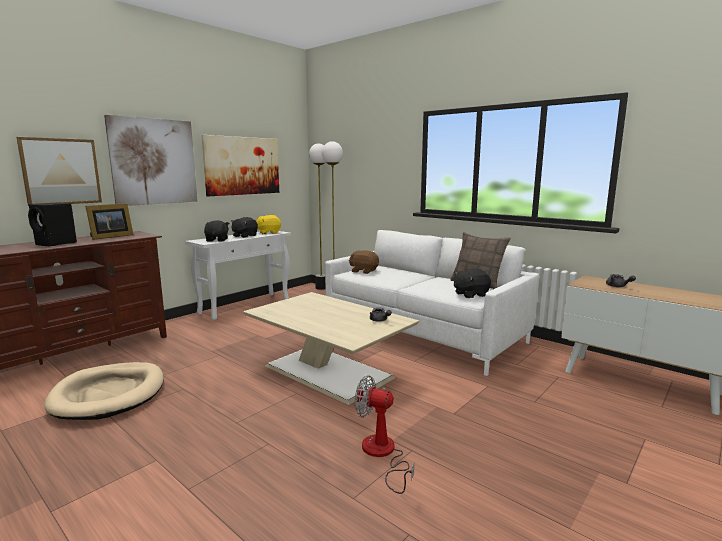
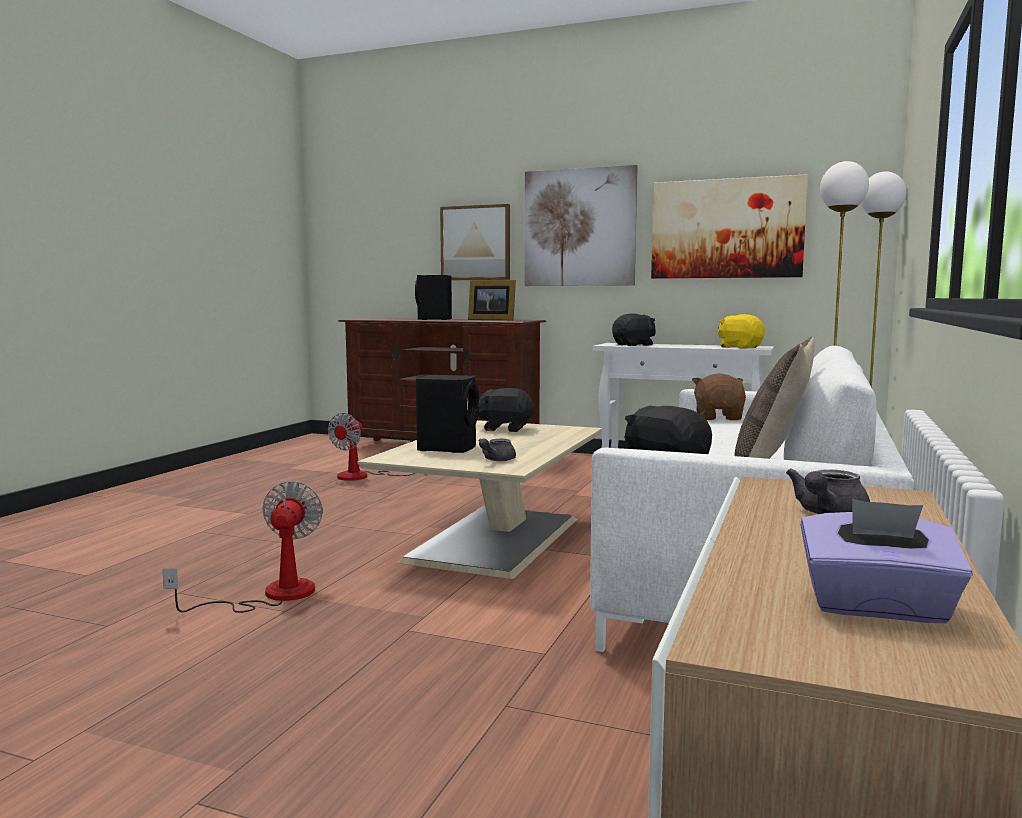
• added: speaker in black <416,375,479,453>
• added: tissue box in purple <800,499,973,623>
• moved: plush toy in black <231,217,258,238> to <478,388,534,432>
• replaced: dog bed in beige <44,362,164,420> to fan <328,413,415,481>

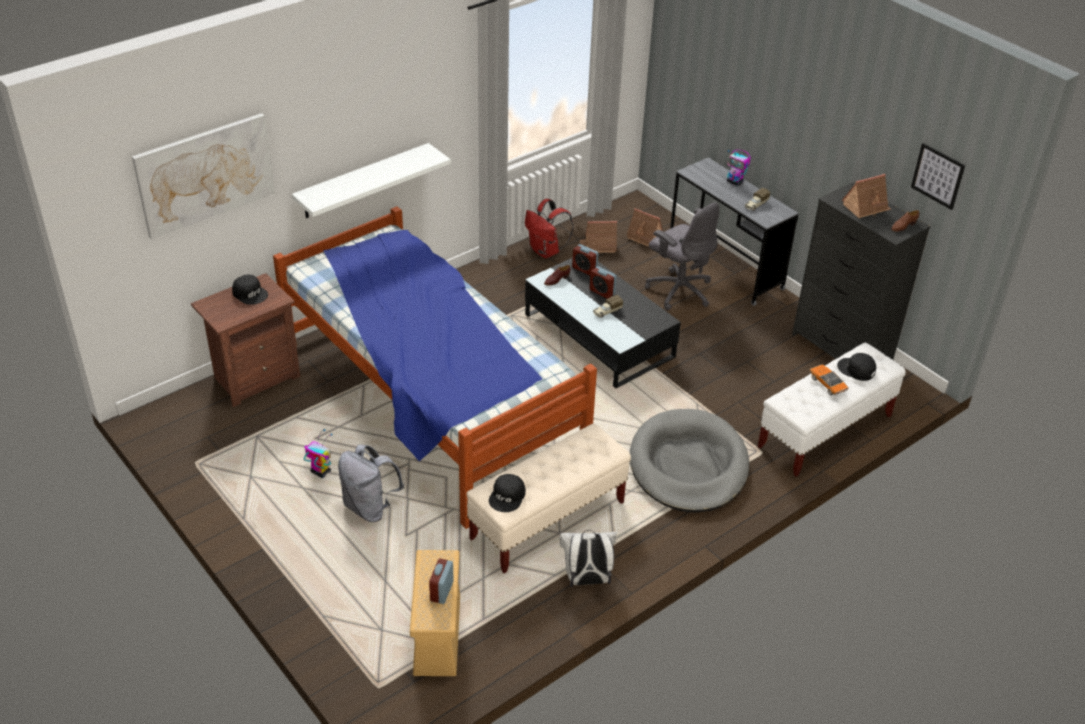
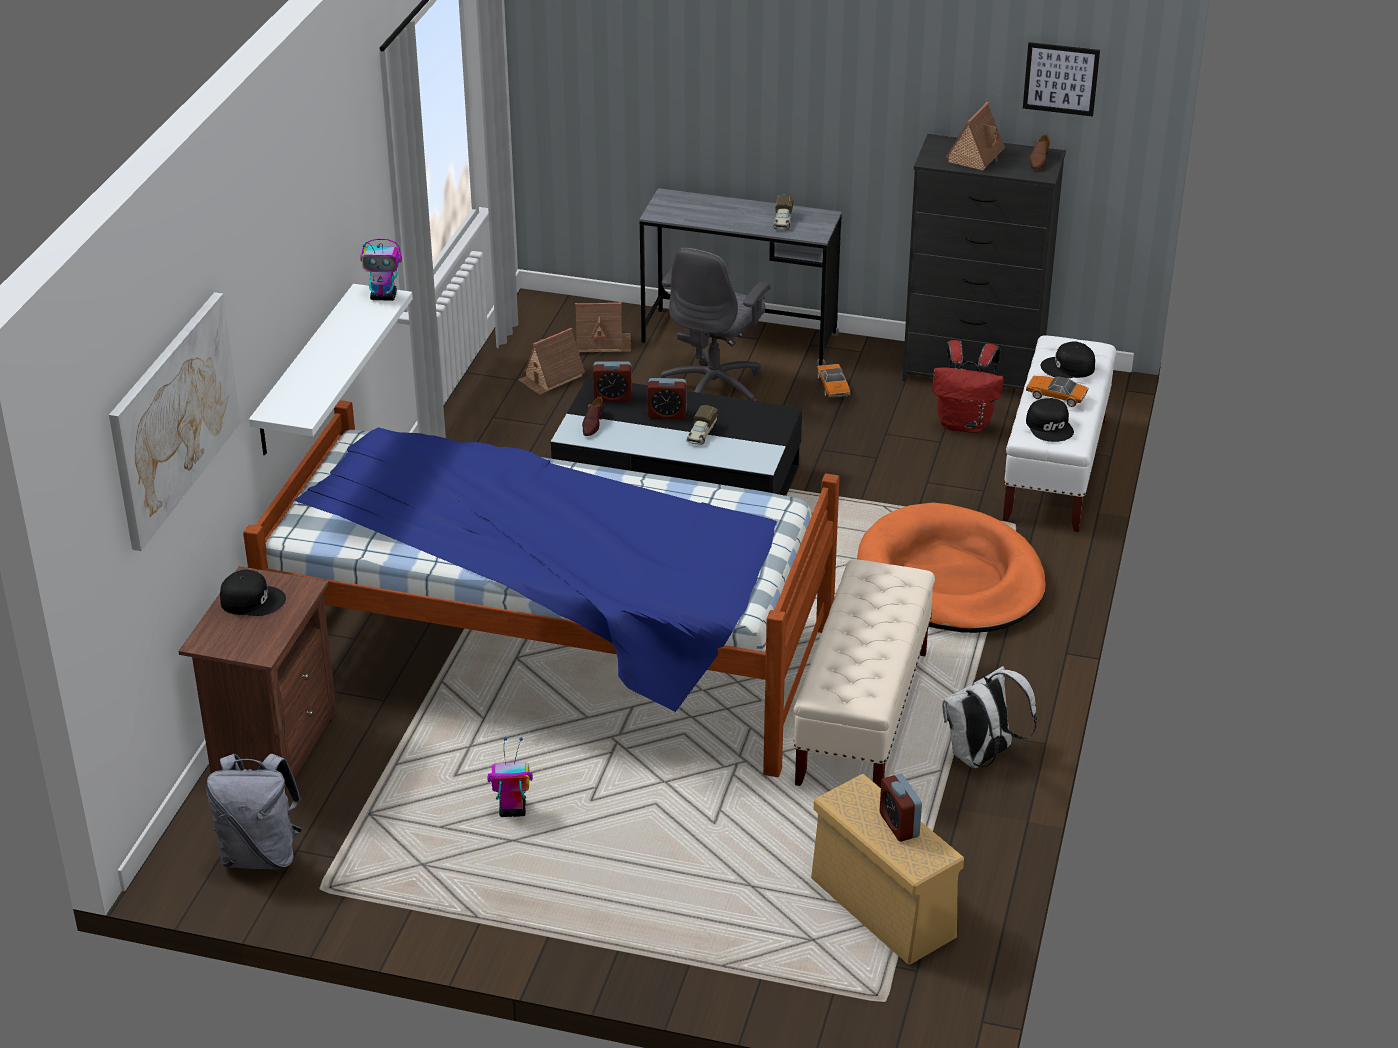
• added: toy car <817,364,850,398>
• moved: backpack in grey <338,444,404,522> to <206,754,302,869>
• moved: cap in black <489,474,526,512> to <1026,398,1074,442>
• moved: backpack in red <525,199,573,258> to <932,340,1004,433>
• moved: toy robot <727,150,751,186> to <360,239,402,301>
• recoloured: dog bed in grey <630,409,749,513> to dog bed in orange <857,502,1046,633>
• turned: office chair in grey <645,202,719,311> = <661,248,771,401> 105 degrees clockwise

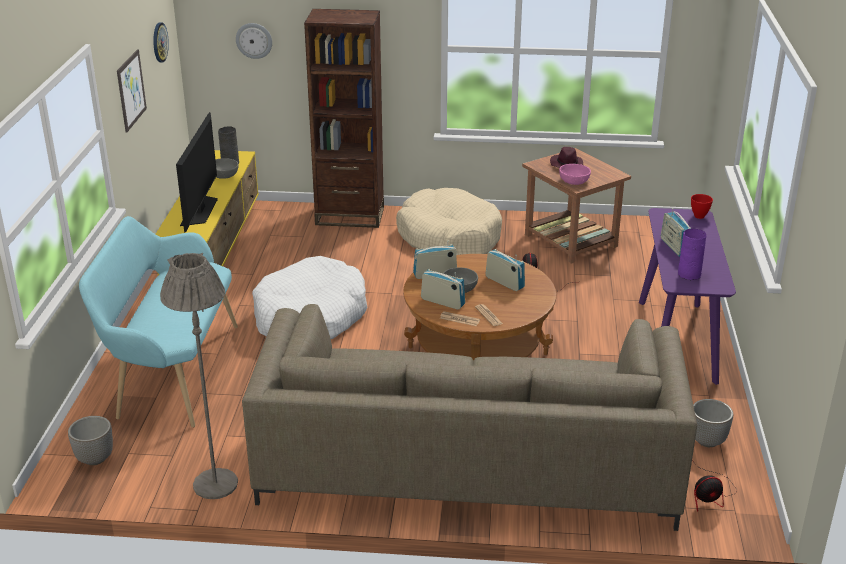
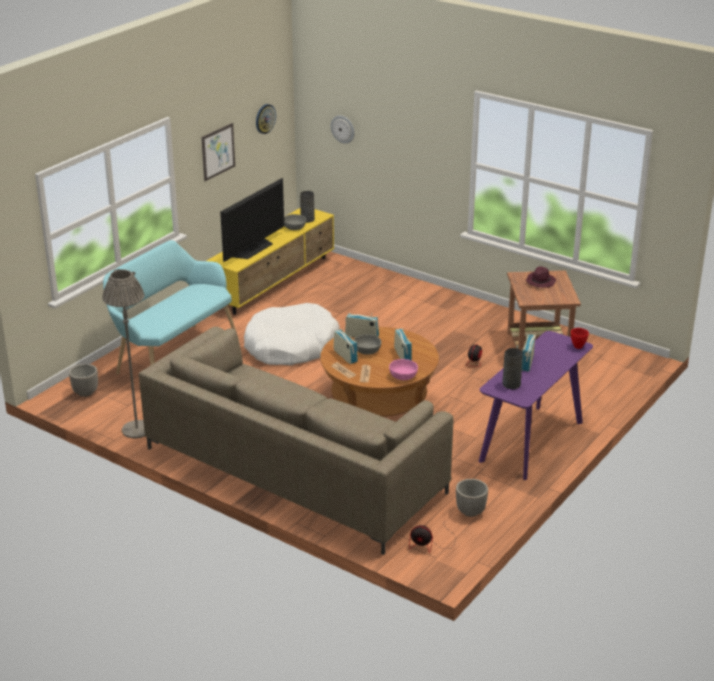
• removed: bookcase in brown <304,9,384,228>
• removed: dog bed in beige <396,188,502,255>
• moved: bowl in pink <559,164,591,185> to <389,359,418,380>
• recoloured: vase in purple <678,229,707,280> to vase in grey <502,348,523,390>

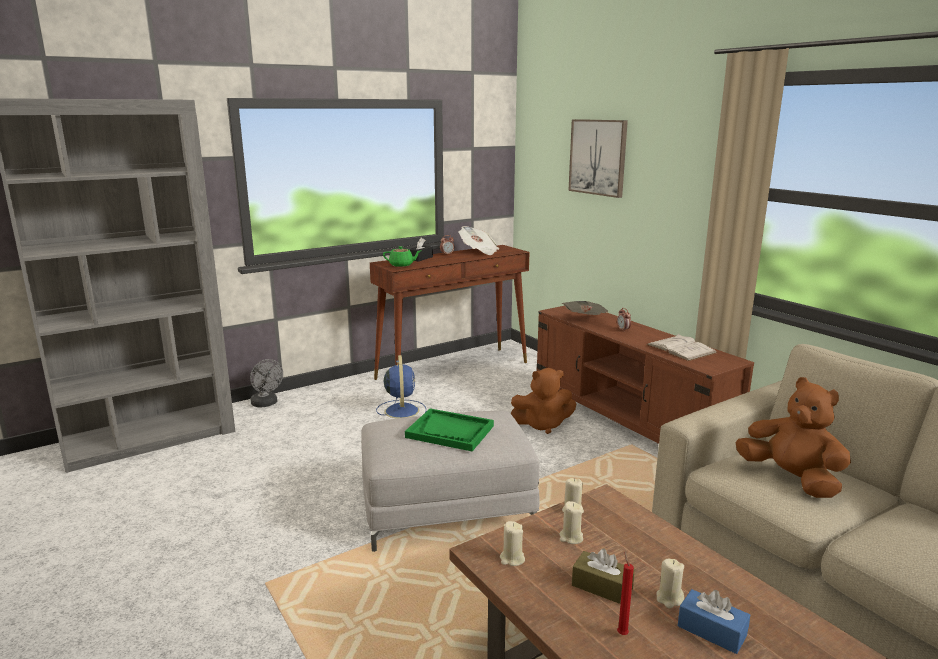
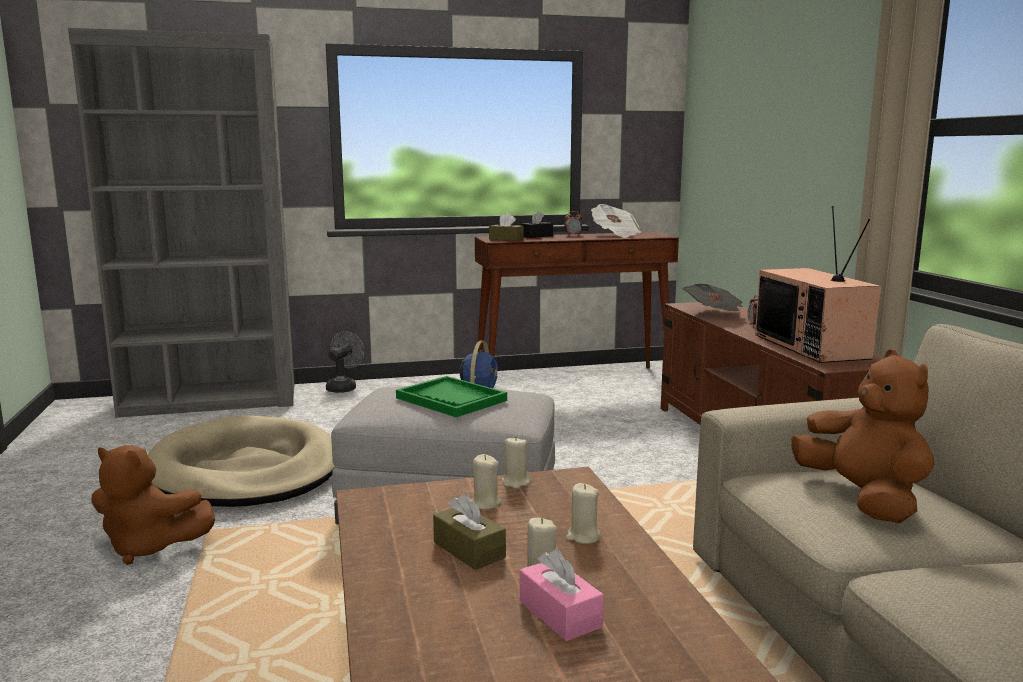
• removed: picture <568,119,628,198>
• removed: candle in red <617,553,634,635>
• added: dog bed in beige <148,416,335,507>
• moved: candle in beige <500,521,525,566> to <566,483,601,544>
• moved: plush toy in brown <511,368,576,434> to <91,445,215,565>
• replaced: teapot in green <383,246,421,267> to tissue box in brown <489,213,524,241>
• replaced: book in white <646,334,717,361> to television <755,206,881,363>
• recoloured: tissue box in blue <678,589,750,654> to tissue box in pink <520,549,604,641>
• turned: fan in grey <250,359,283,407> = <326,331,365,393> 135 degrees counterclockwise

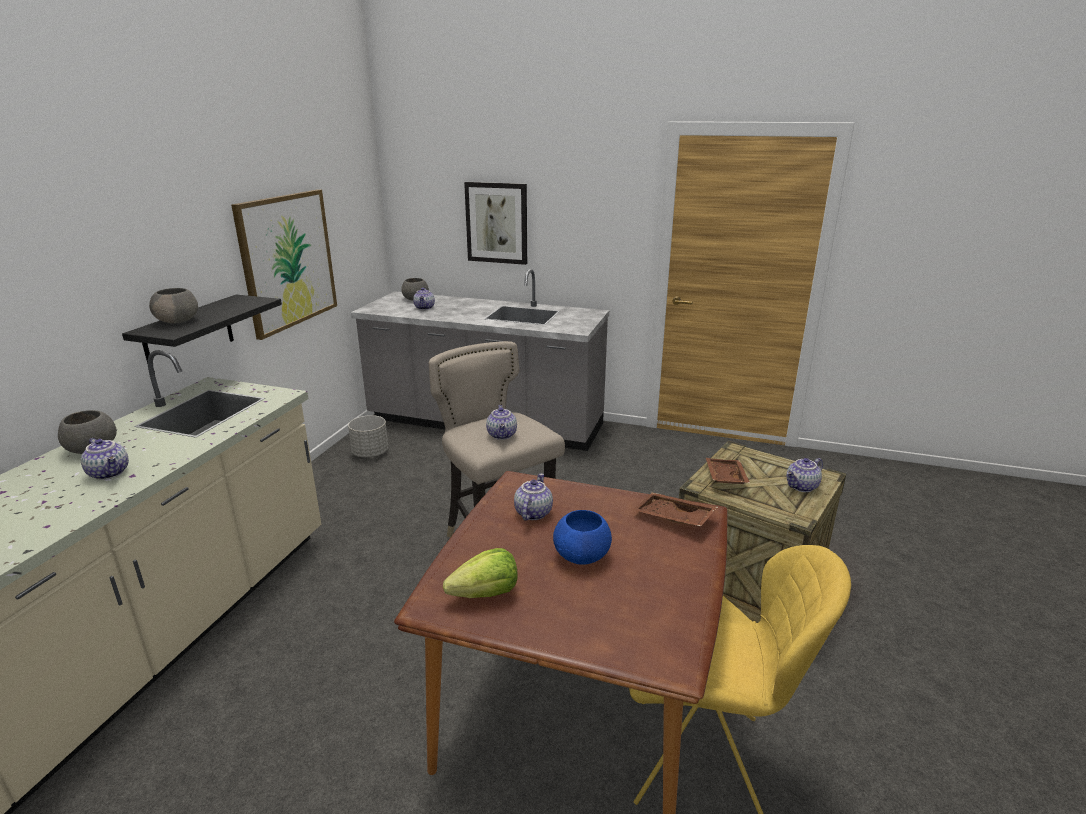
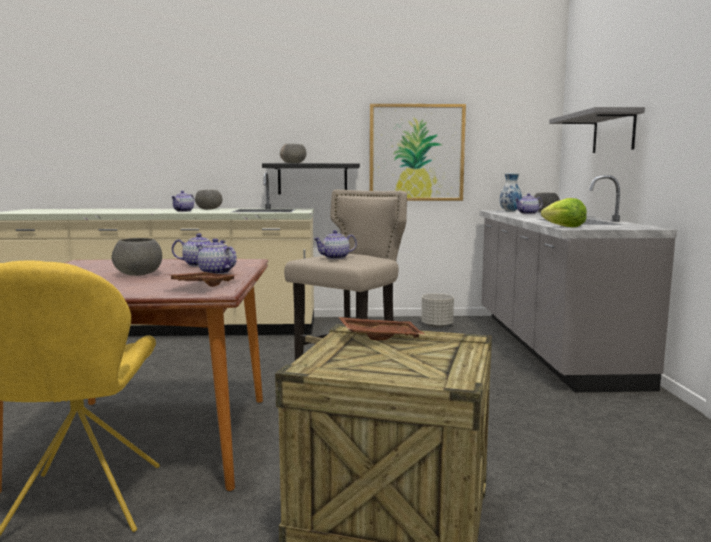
• added: vase <500,173,522,212>
• moved: lettuce <443,548,518,598> to <541,198,587,227>
• moved: teapot <787,458,823,492> to <197,238,237,274>
• replaced: picture <464,182,527,265> to shelf in grey <549,107,645,153>
• recoloured: bowl in blue <553,510,612,565> to bowl in grey <111,238,162,276>

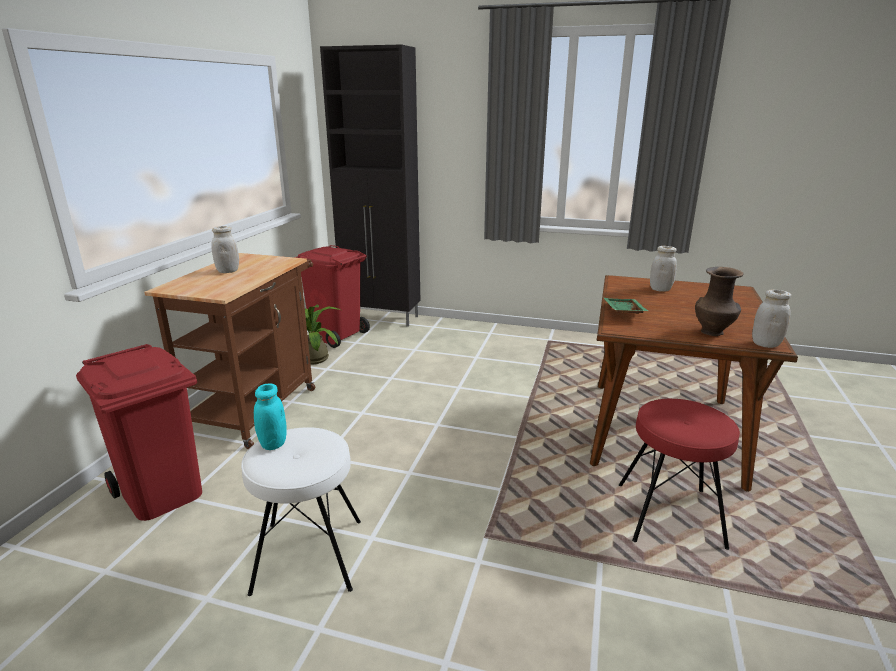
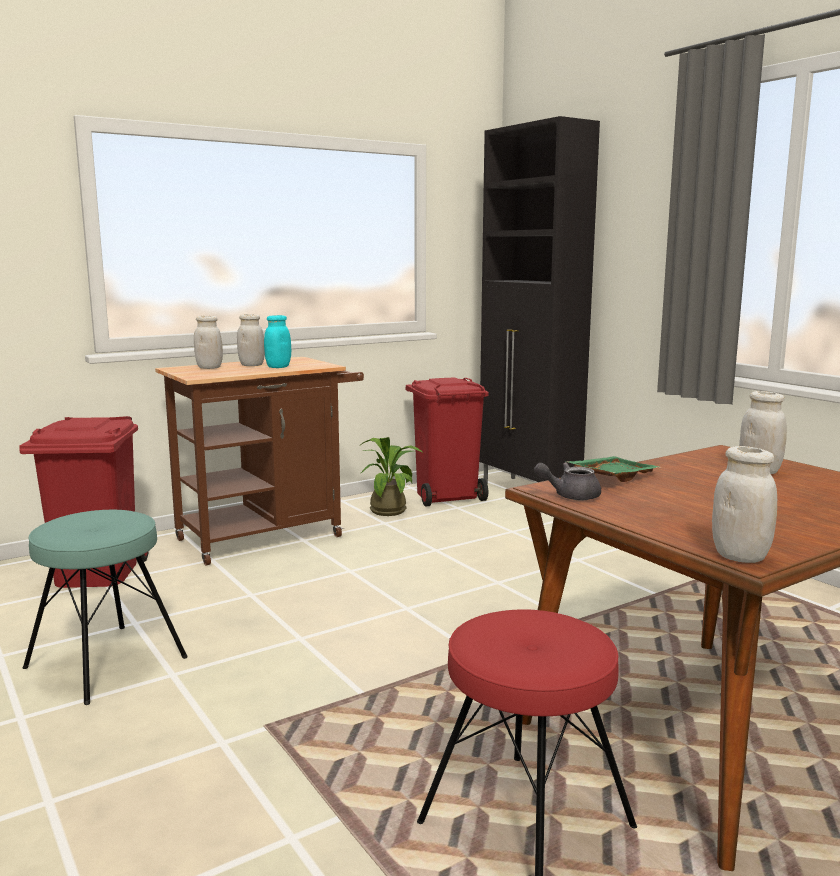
• removed: vase in brown <695,267,744,336>
• added: jar in white <194,316,223,369>
• added: teapot in grey <534,462,601,500>
• moved: jar in turquoise <254,384,287,450> to <264,315,291,368>
• recoloured: stool in white <241,427,361,596> to stool in turquoise <23,510,187,705>

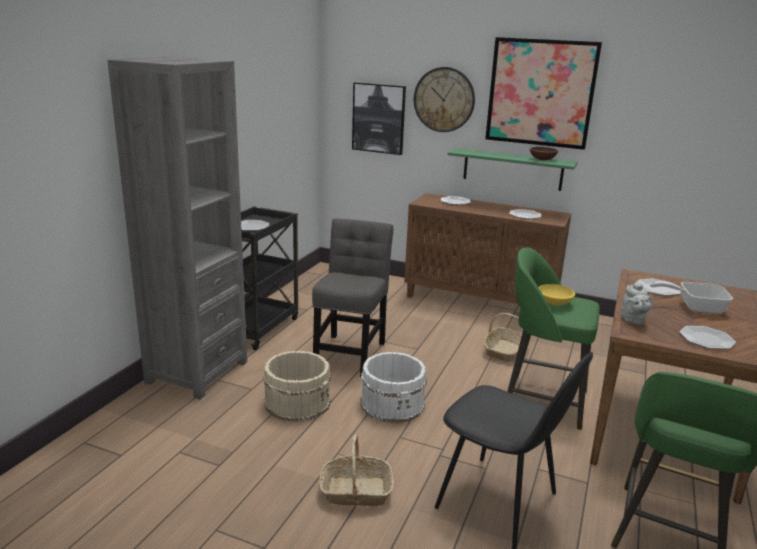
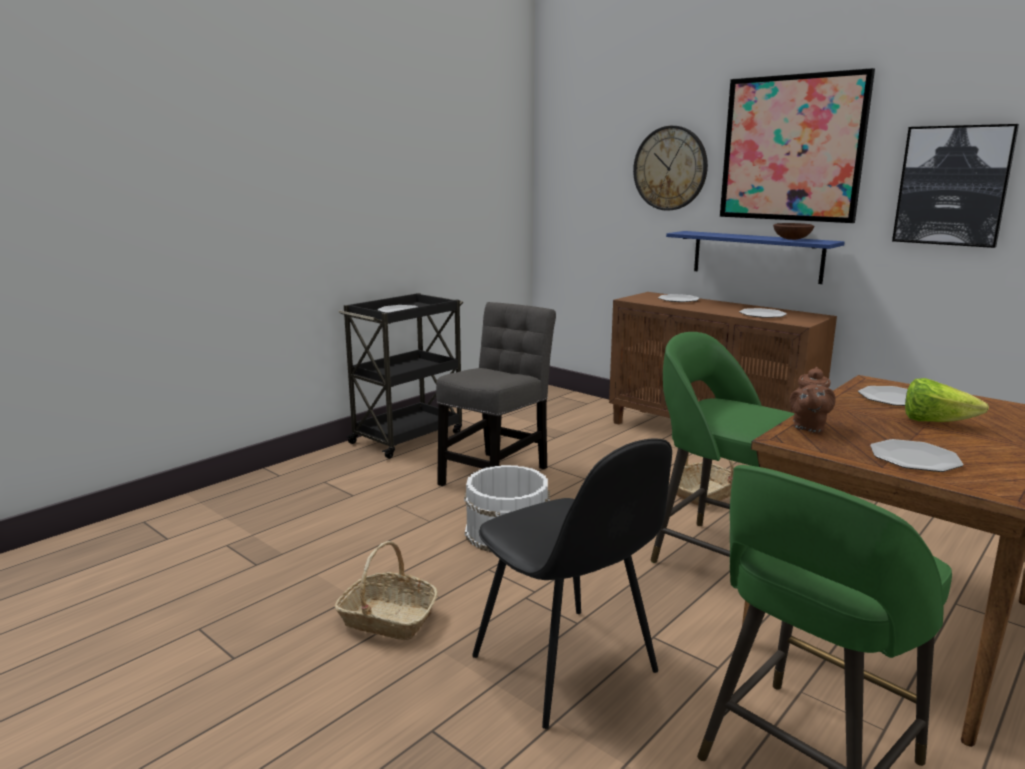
• removed: bookcase in grey <107,57,247,400>
• removed: bucket in beige <263,351,331,422>
• removed: bowl in yellow <539,284,575,306>
• moved: picture <352,82,406,155> to <892,124,1019,248>
• replaced: frying pan <650,281,733,314> to lettuce <905,378,989,422>
• recoloured: shelf in green <448,148,578,191> to shelf in blue <666,231,844,284>
• recoloured: teapot in grey <620,281,652,325> to teapot in brown <789,367,836,433>

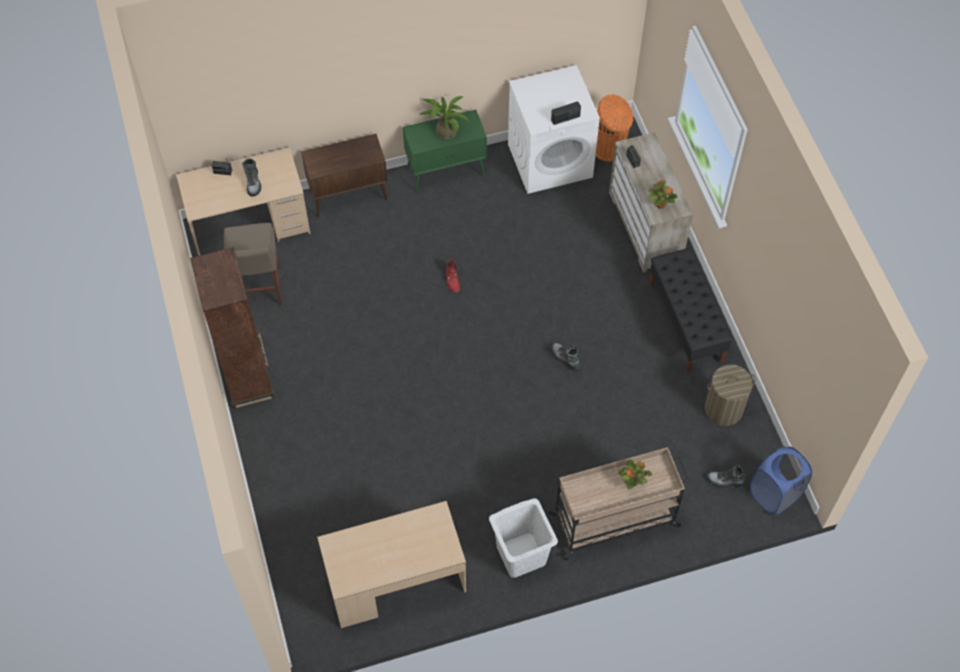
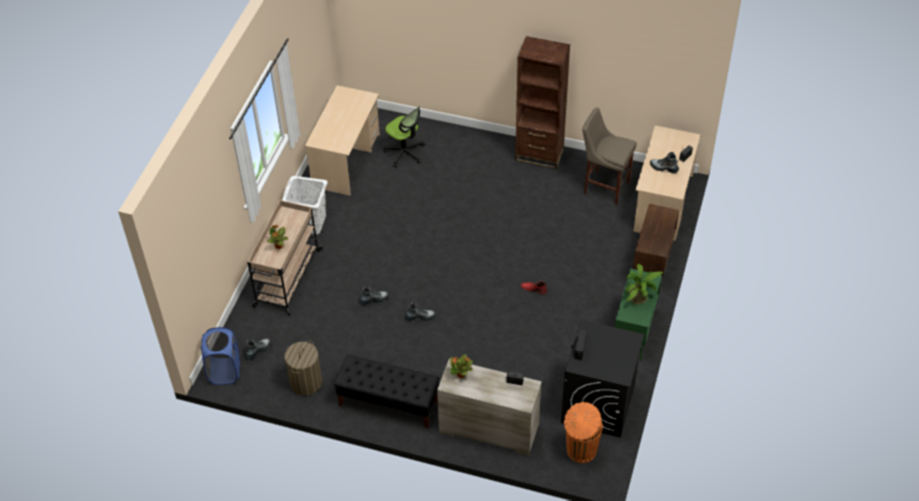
• added: boot <359,285,389,305>
• added: office chair <383,106,425,167>
• recoloured: washing machine in white <508,65,600,194> to washing machine in black <561,320,644,438>

